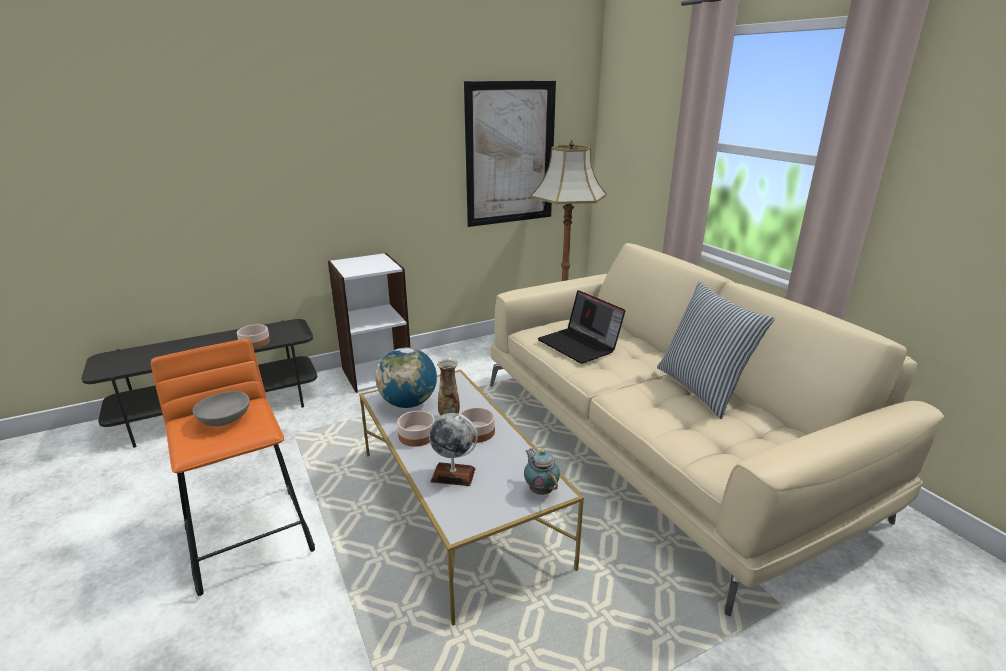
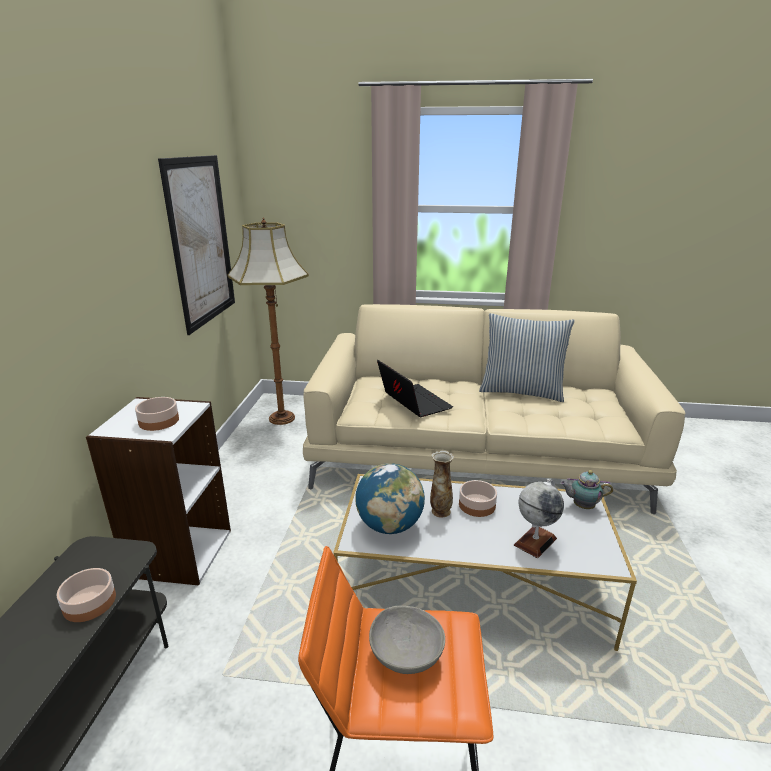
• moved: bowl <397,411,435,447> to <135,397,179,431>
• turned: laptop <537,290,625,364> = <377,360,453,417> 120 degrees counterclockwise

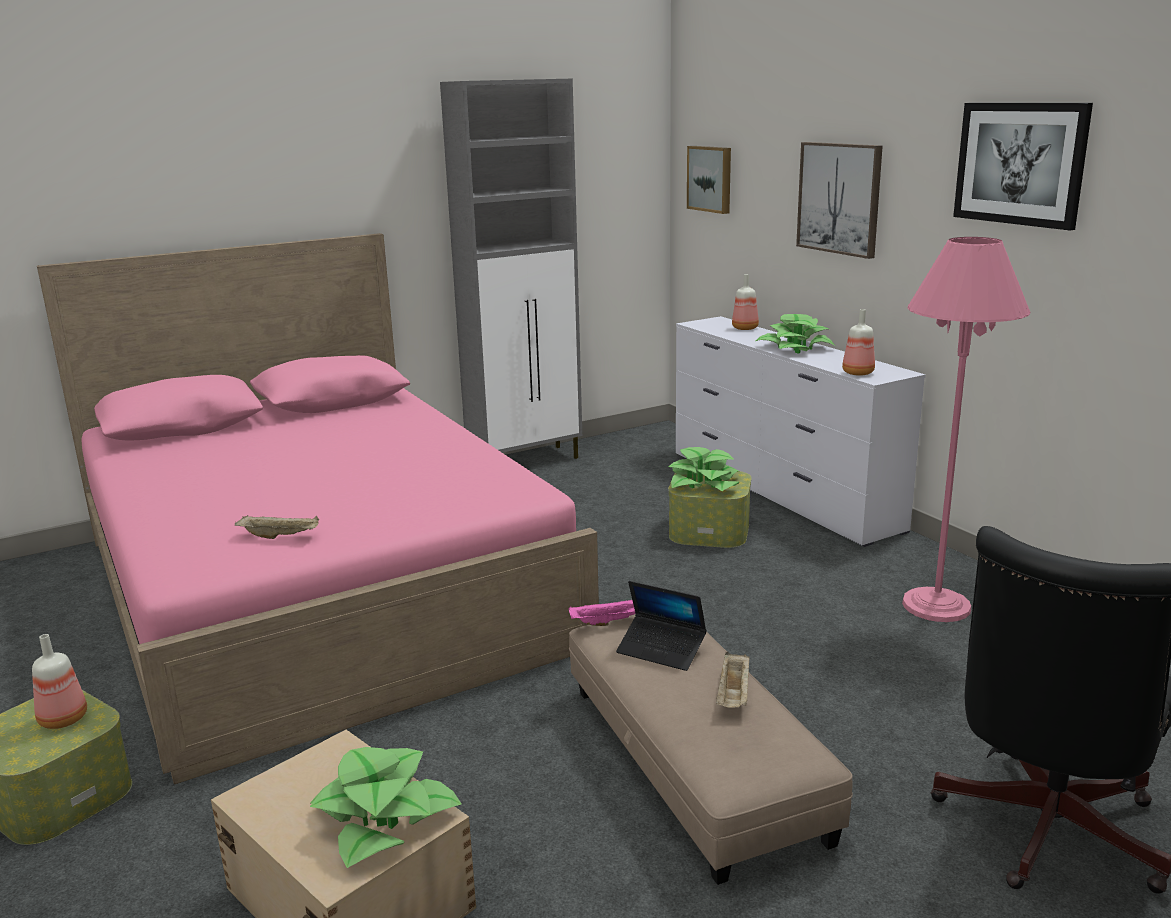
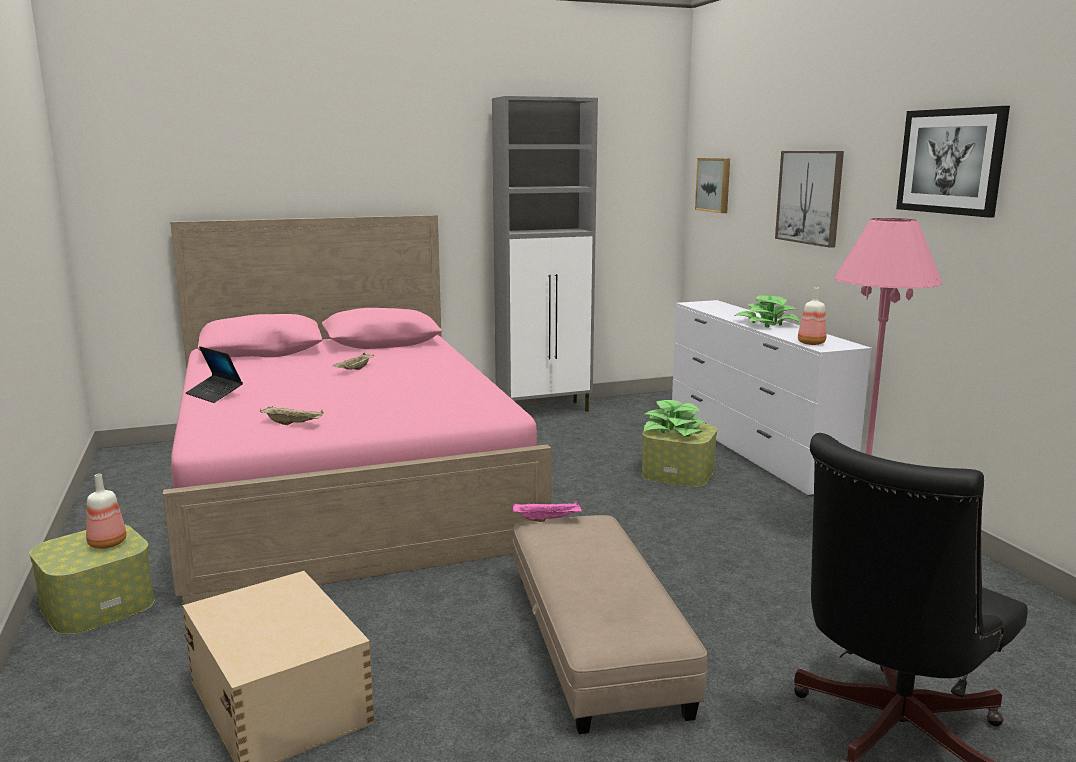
• removed: potted plant <310,747,461,868>
• removed: bottle <732,274,759,330>
• moved: laptop <616,581,707,671> to <186,346,243,403>
• moved: tray in beige <716,652,750,708> to <332,353,374,370>

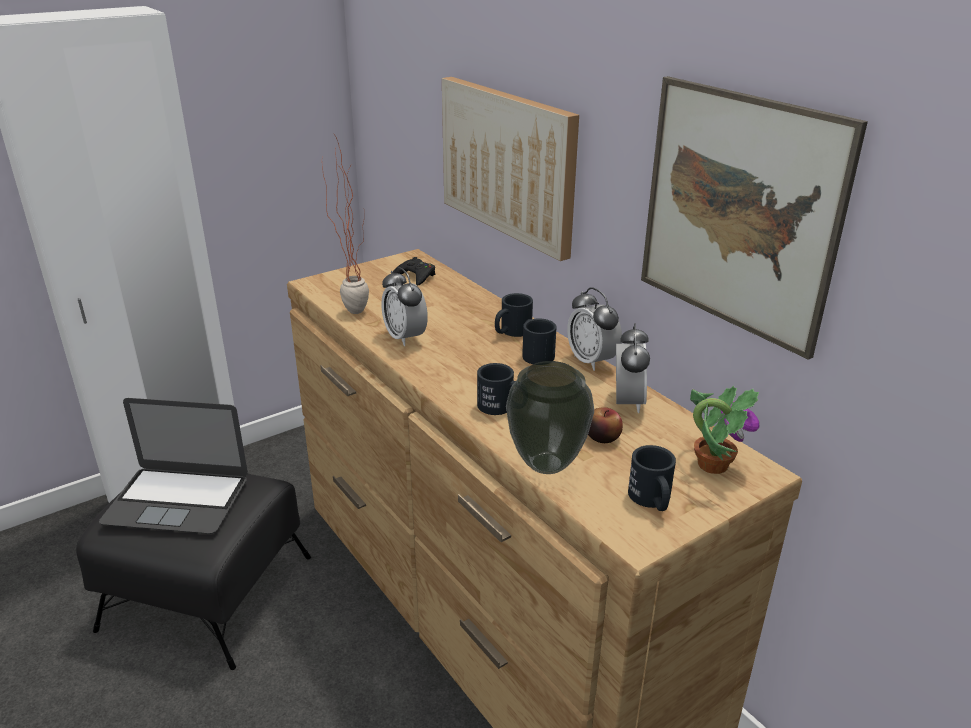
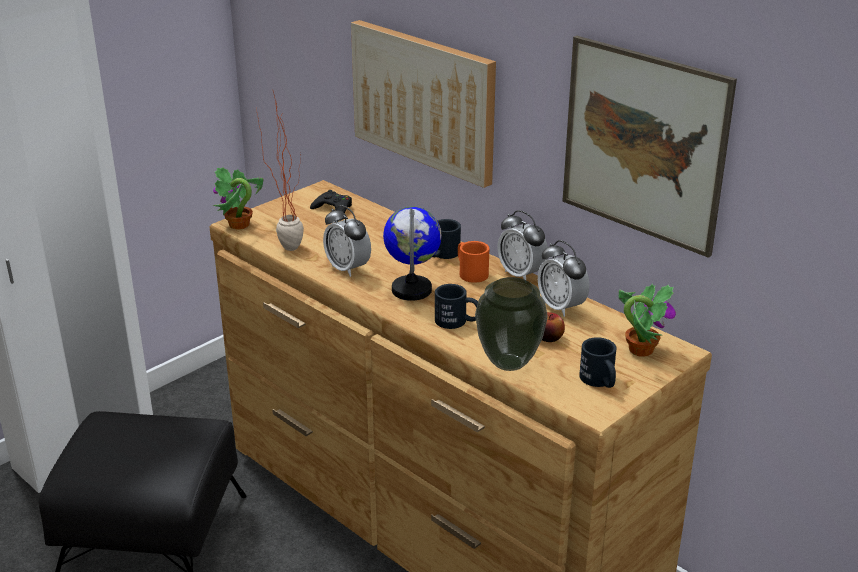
• removed: laptop <99,398,248,534>
• added: potted plant <213,167,263,230>
• added: globe <383,206,442,301>
• recoloured: mug in black <522,319,557,364> to mug in orange <458,241,490,283>
• turned: alarm clock <616,323,650,413> = <538,240,590,317> 150 degrees clockwise

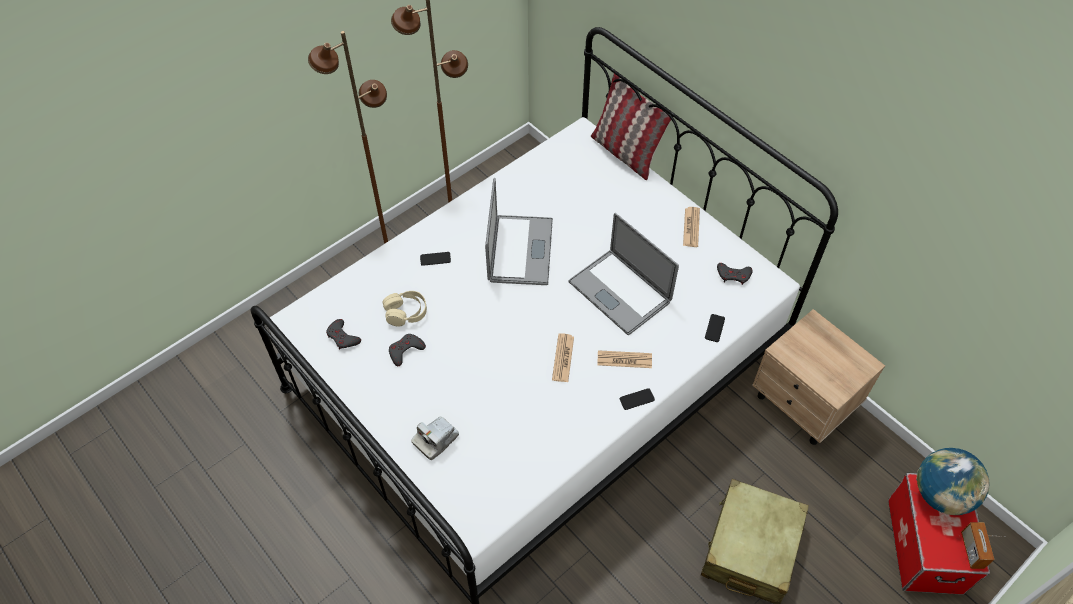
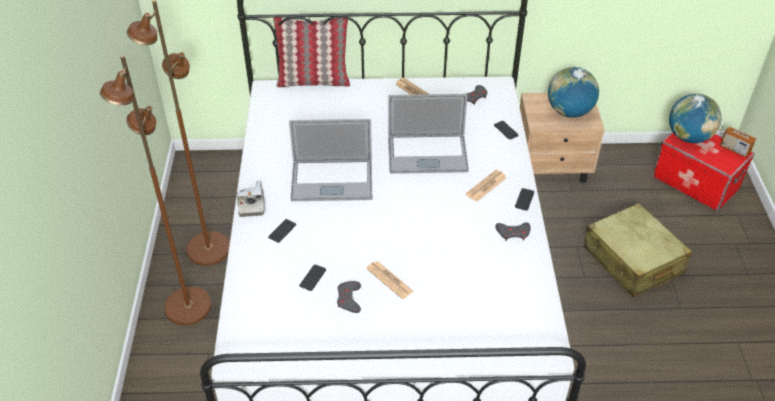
• added: globe <548,67,599,118>
• moved: game controller in grey <326,319,361,349> to <495,222,531,241>
• moved: photo camera <411,416,459,460> to <237,180,265,217>
• moved: newspaper <552,333,574,382> to <366,261,414,299>
• replaced: headphones in beige <383,291,427,327> to phone <300,265,326,291>
• turned: laptop <485,178,553,285> = <289,119,372,201> 135 degrees clockwise

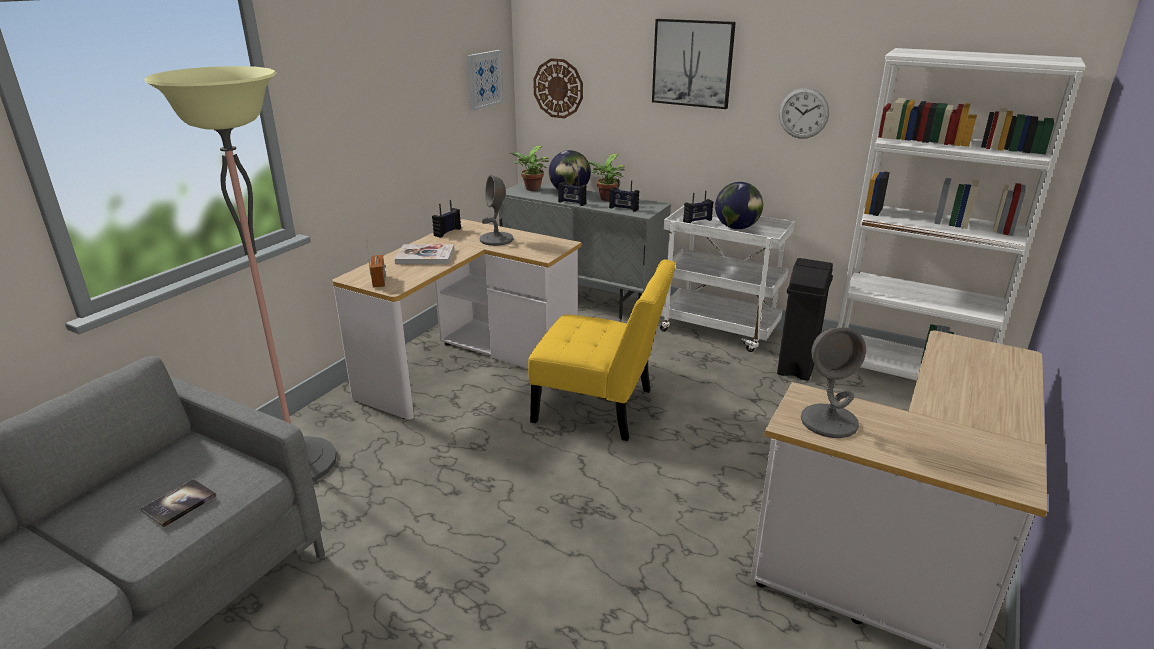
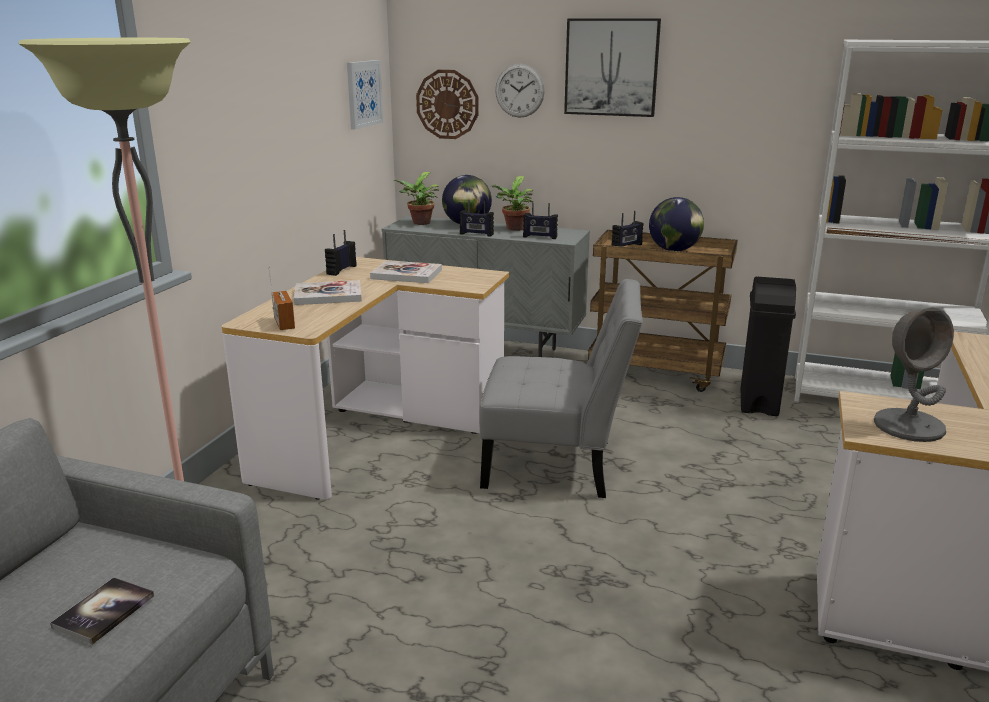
• moved: wall clock <779,88,829,139> to <495,64,545,118>
• replaced: table lamp in grey <480,174,514,246> to book <370,260,442,283>
• recoloured: chair in yellow <528,259,676,441> to chair in grey <479,279,643,498>
• recoloured: cart in white <660,206,795,352> to cart in brown <588,230,738,392>

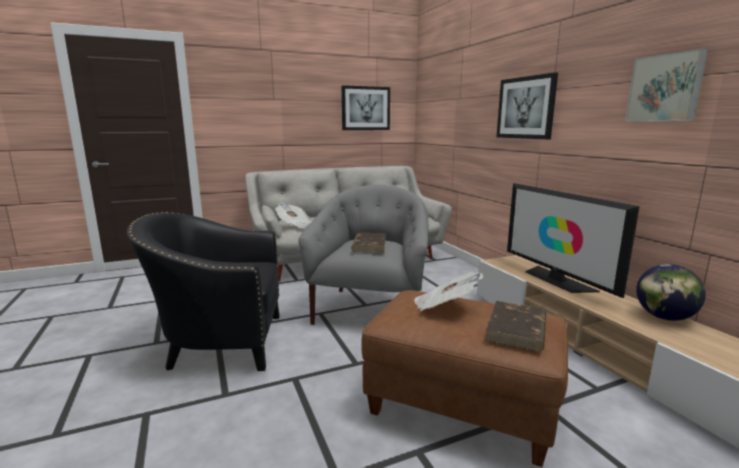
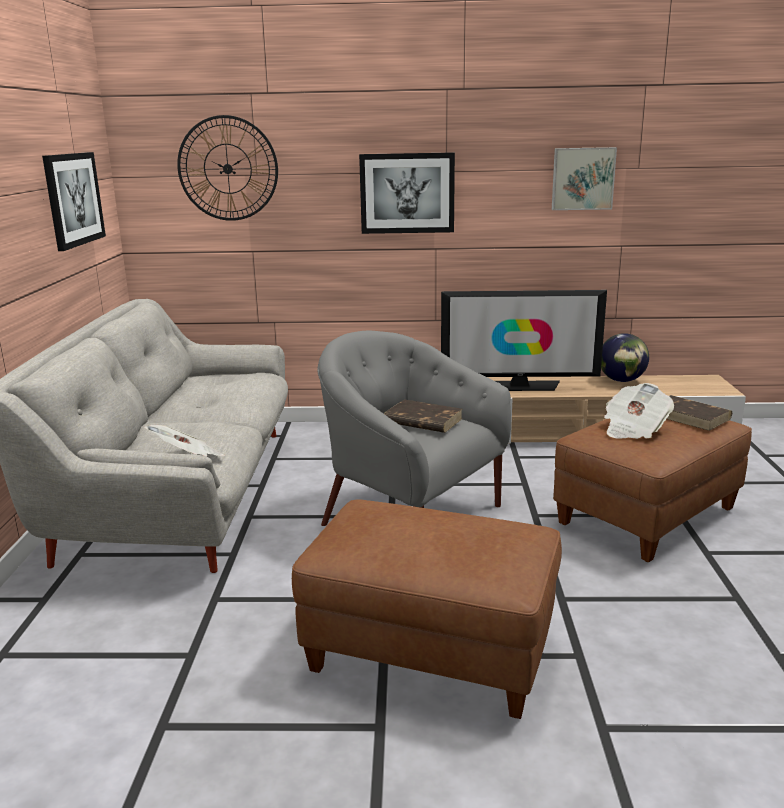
• added: wall clock <177,115,278,221>
• replaced: armchair in black <127,212,279,371> to ottoman in brown <292,499,562,719>

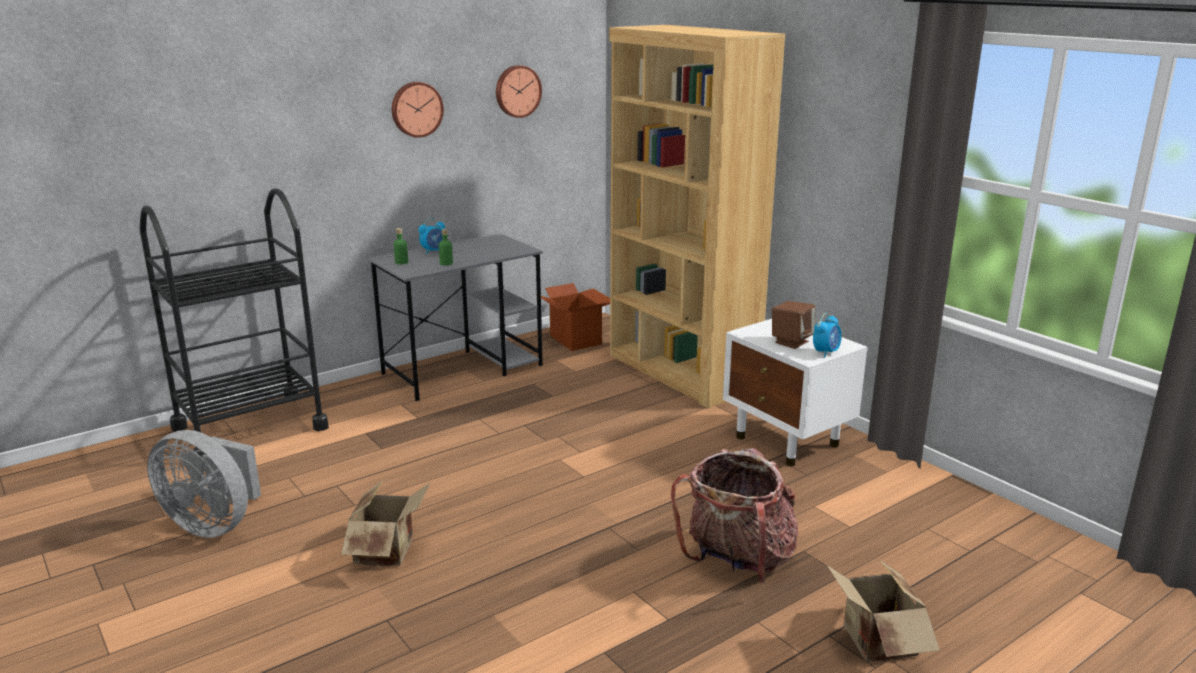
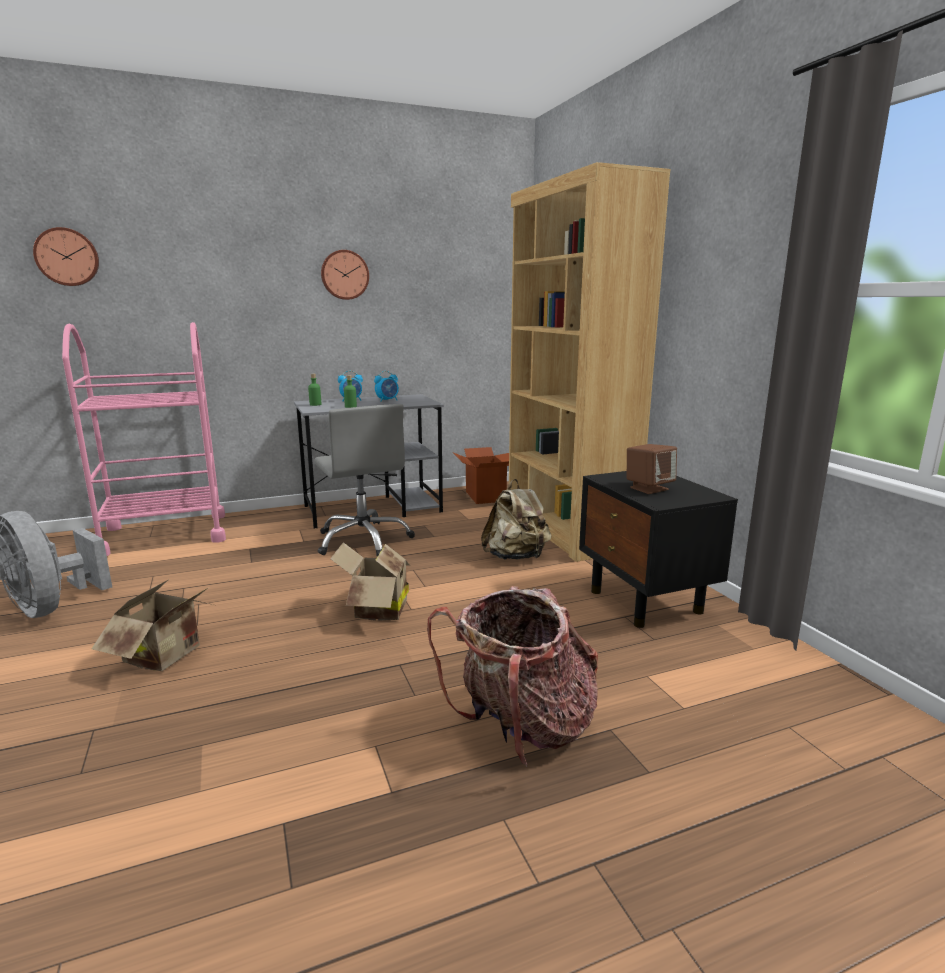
• added: office chair in grey <314,404,415,557>
• added: backpack in beige <481,479,551,560>
• moved: wall clock <496,65,542,118> to <33,227,99,286>
• moved: alarm clock <813,313,842,358> to <374,371,399,402>
• moved: cardboard box <827,559,940,662> to <330,542,410,621>
• recoloured: cart in black <139,188,329,457> to cart in pink <62,322,226,556>
• recoloured: nightstand in white <723,319,868,466> to nightstand in black <579,471,738,628>

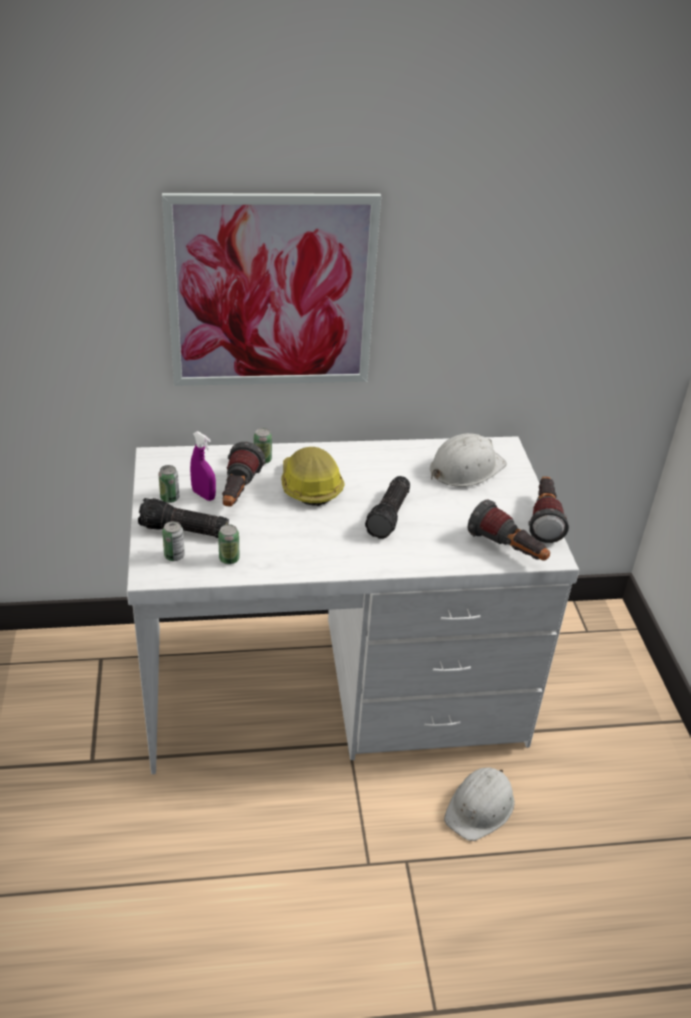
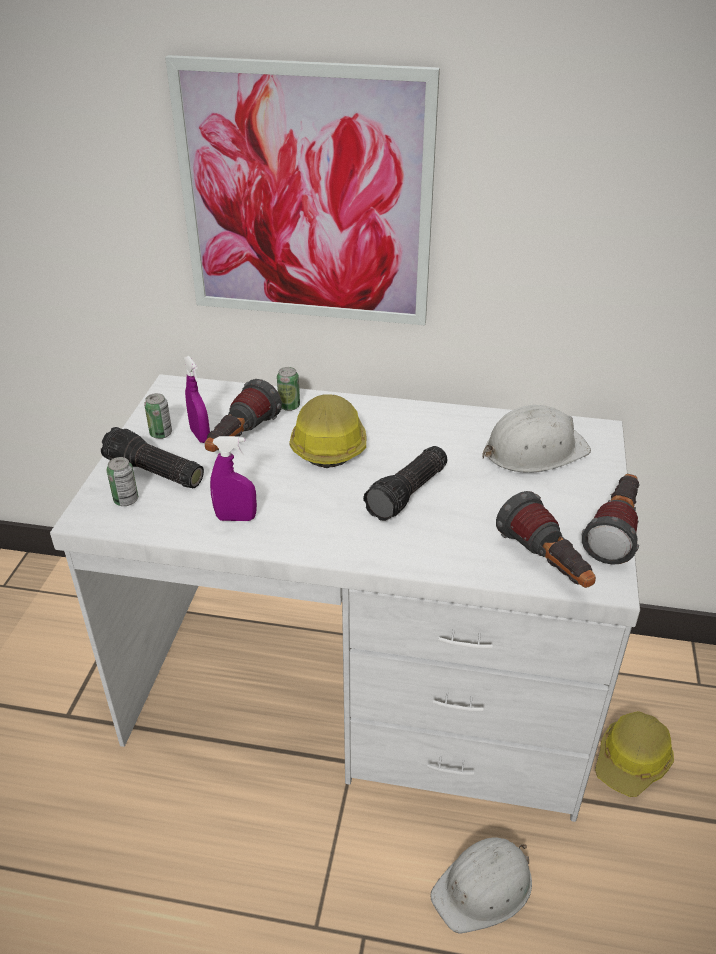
• removed: can <218,524,240,564>
• added: spray bottle in purple <210,436,257,521>
• added: hard hat <595,711,674,797>

